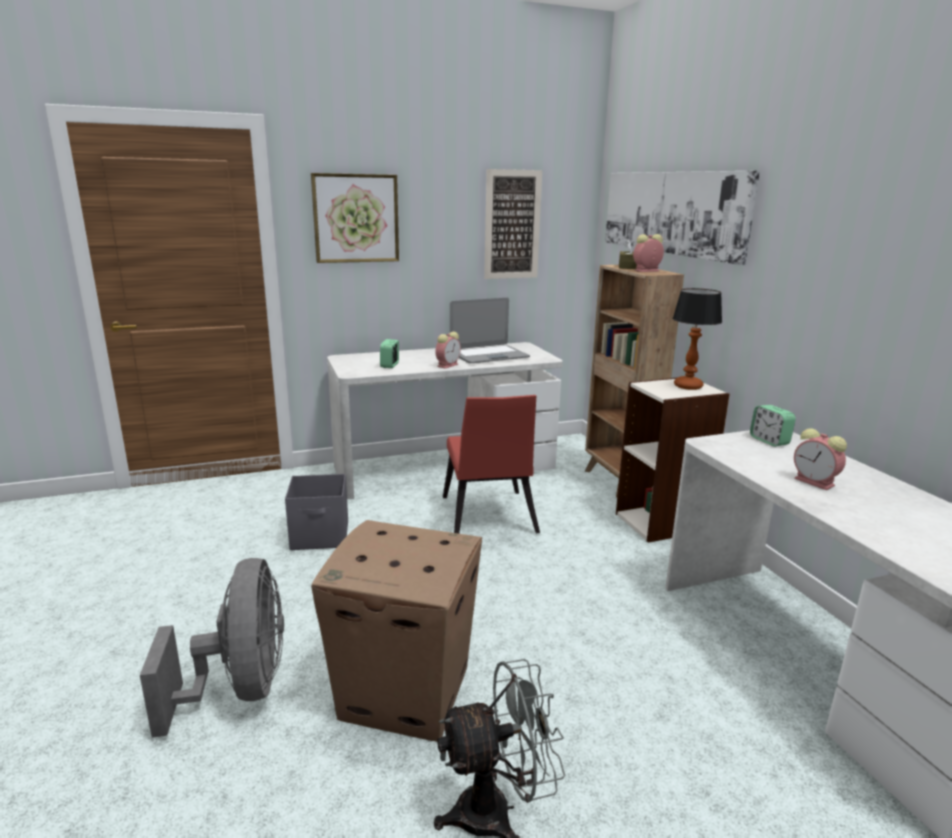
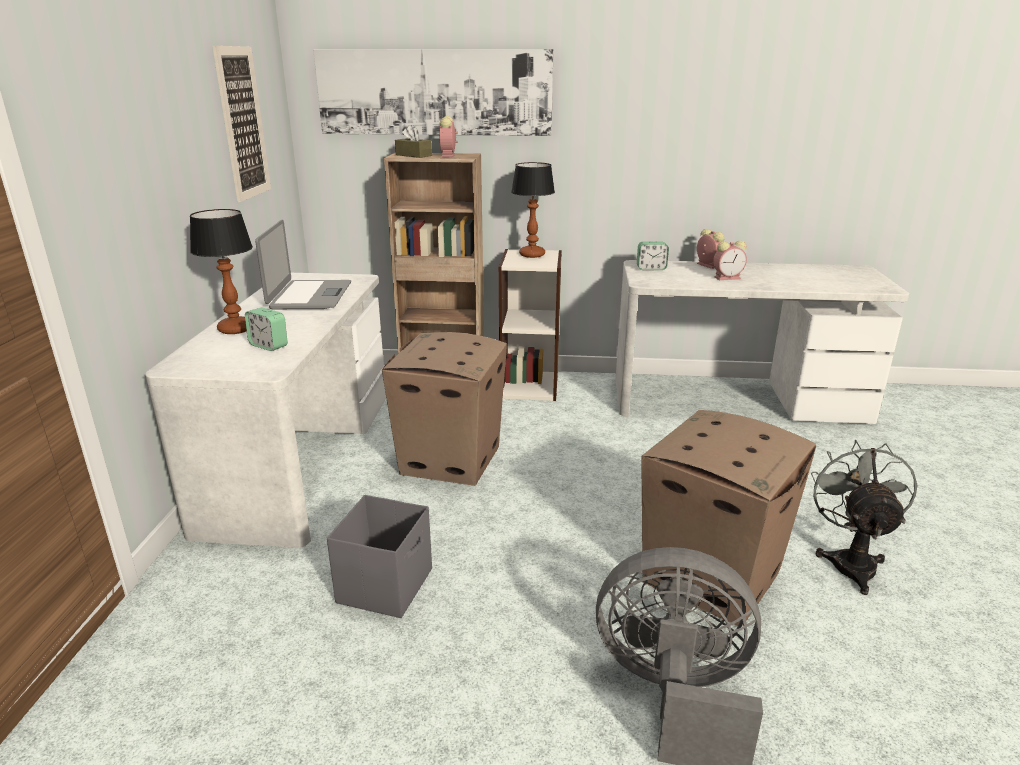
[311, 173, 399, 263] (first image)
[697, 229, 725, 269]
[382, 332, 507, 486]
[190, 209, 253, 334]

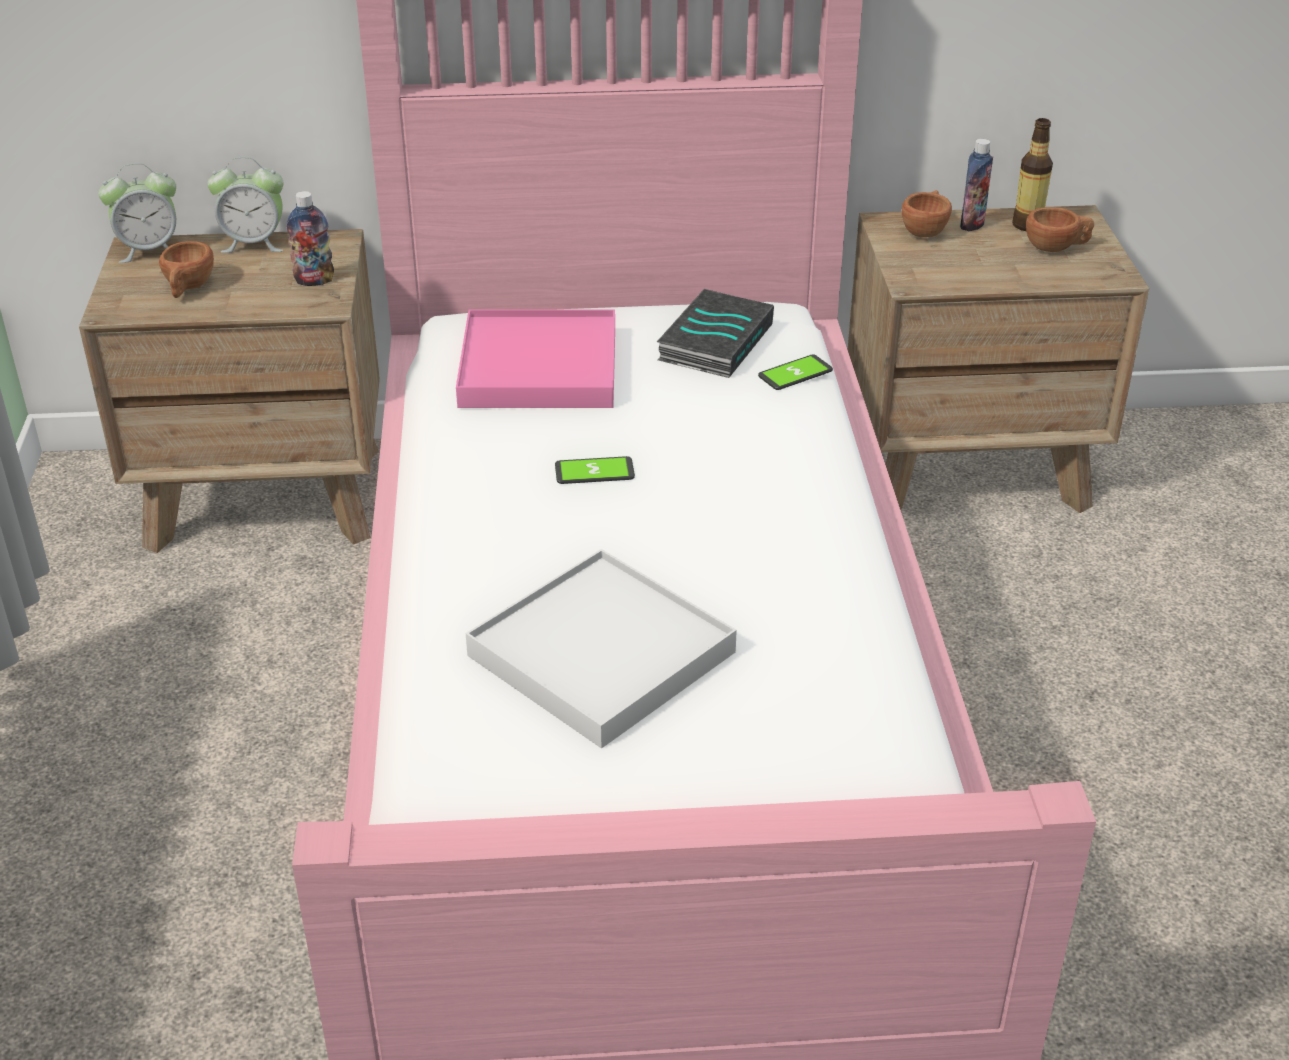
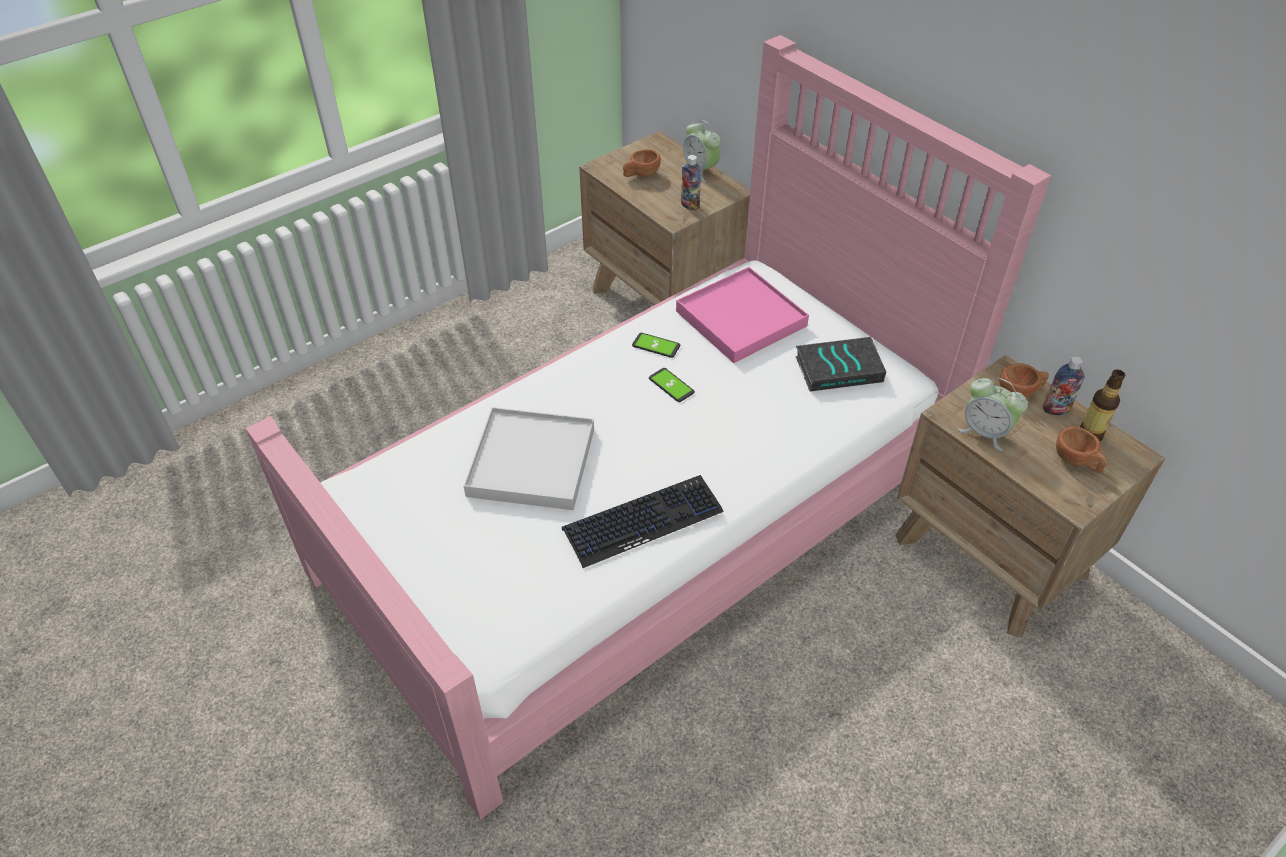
[958, 378, 1028, 451]
[632, 333, 680, 358]
[562, 475, 724, 568]

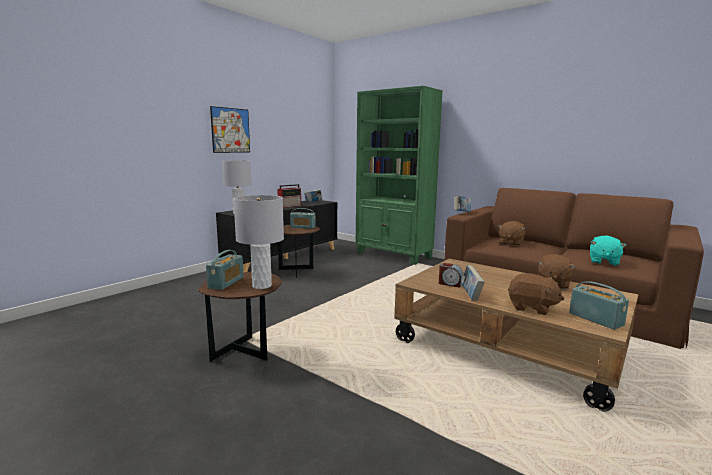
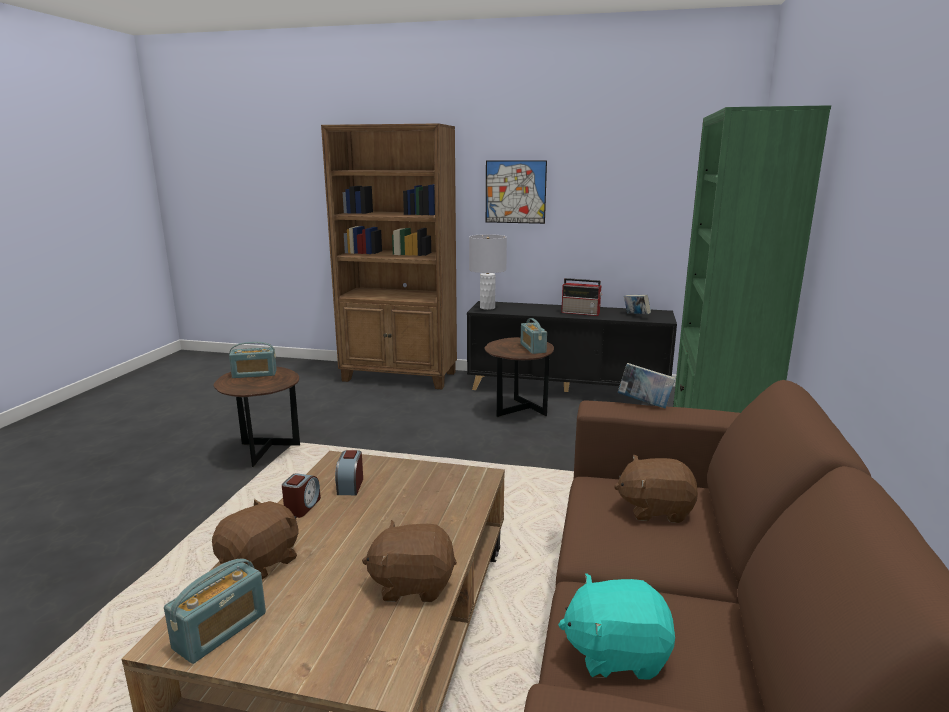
[233, 195, 284, 289] (first image)
[282, 473, 321, 518]
[212, 499, 299, 580]
[321, 123, 457, 389]

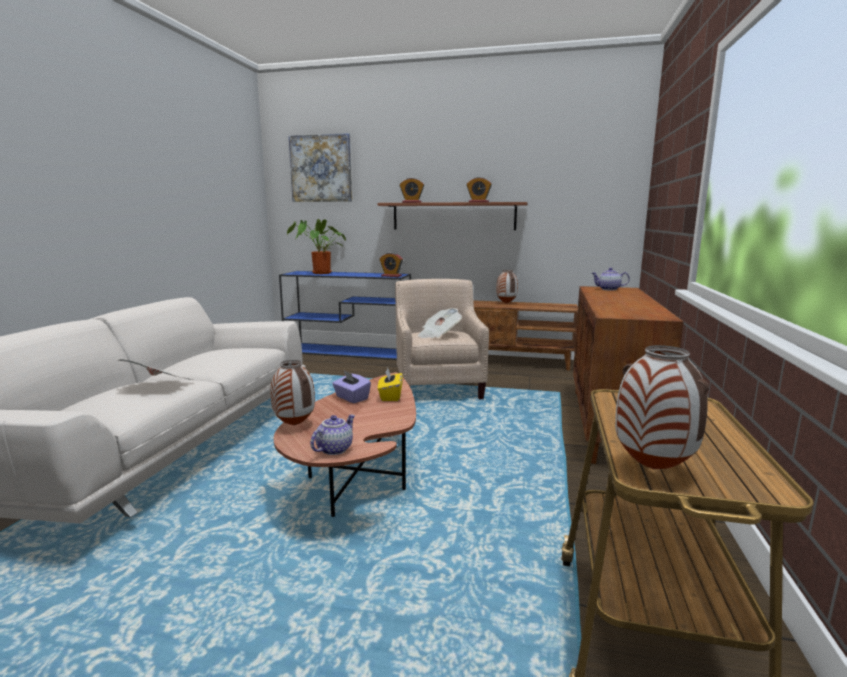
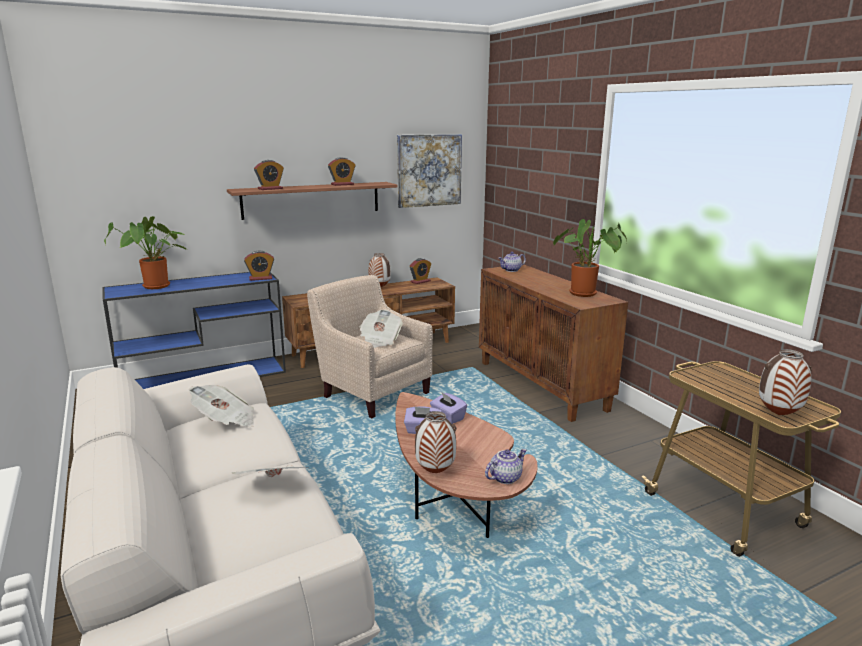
[397, 134, 462, 208]
[485, 449, 527, 484]
[430, 393, 467, 424]
[189, 385, 254, 427]
[410, 258, 431, 284]
[553, 219, 627, 297]

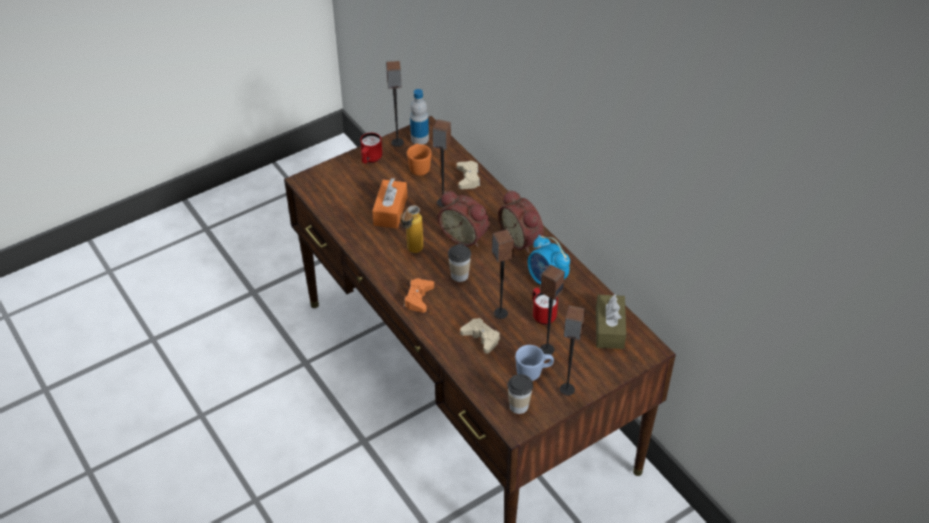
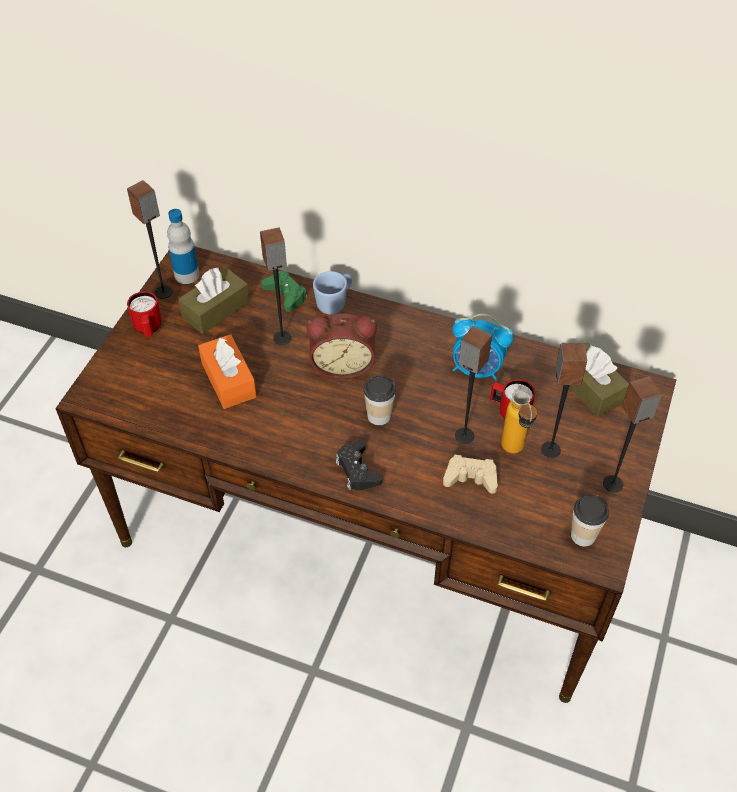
[501, 391, 537, 453]
[336, 440, 382, 491]
[178, 267, 250, 334]
[261, 271, 307, 312]
[498, 190, 544, 253] (first image)
[313, 271, 352, 315]

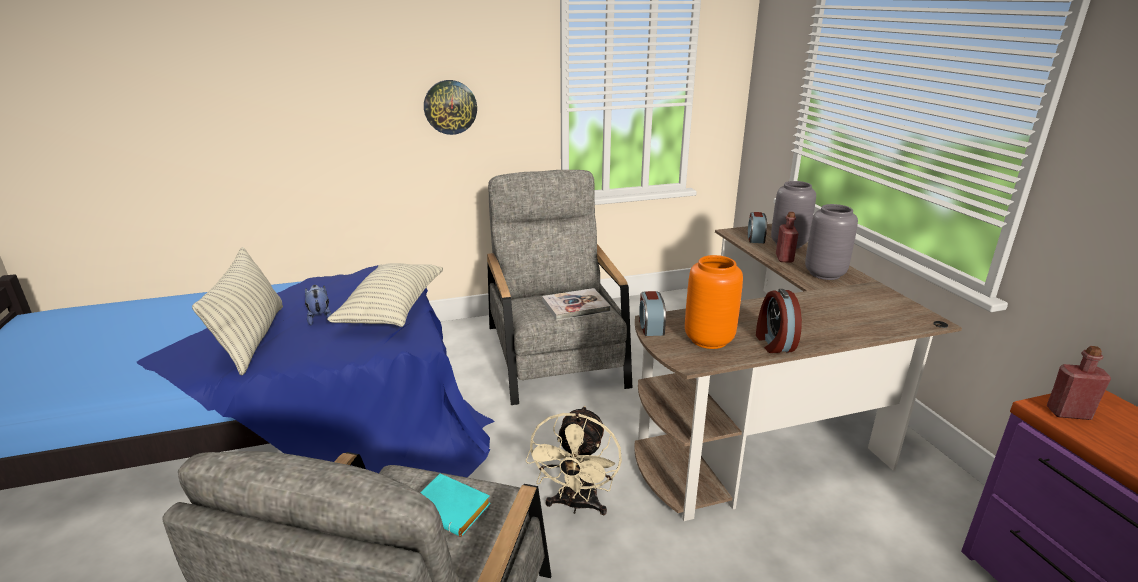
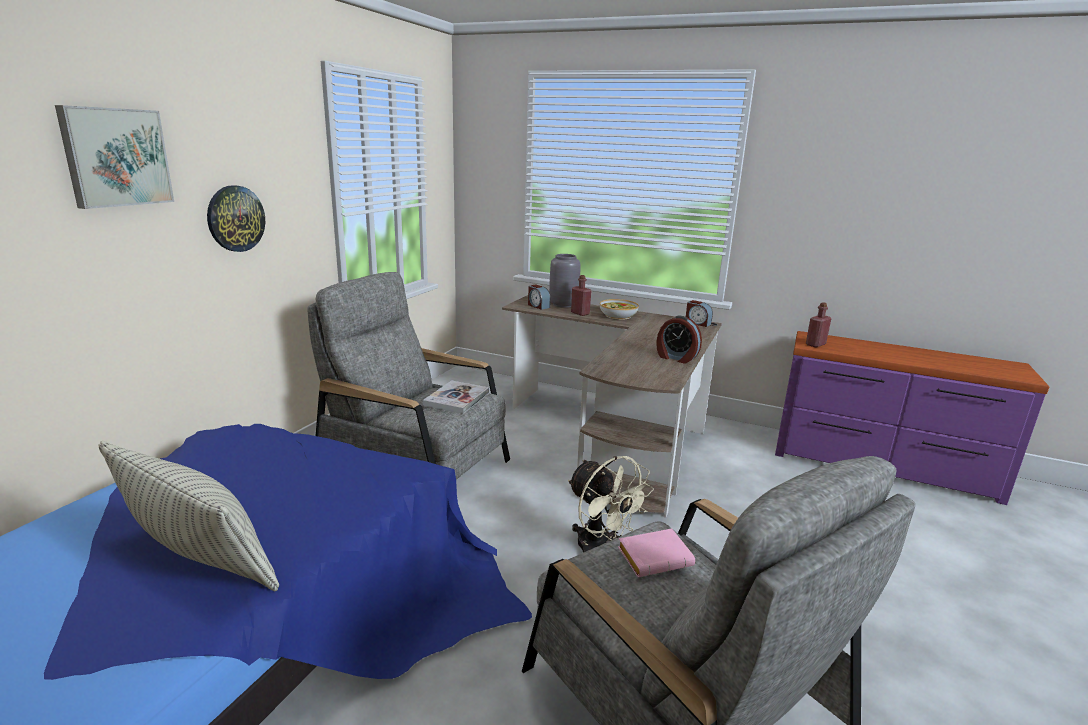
[305, 285, 332, 326] (first image)
[327, 263, 443, 327] (first image)
[618, 529, 695, 577]
[686, 300, 713, 327]
[685, 255, 743, 349] (first image)
[600, 299, 639, 320]
[55, 105, 174, 209]

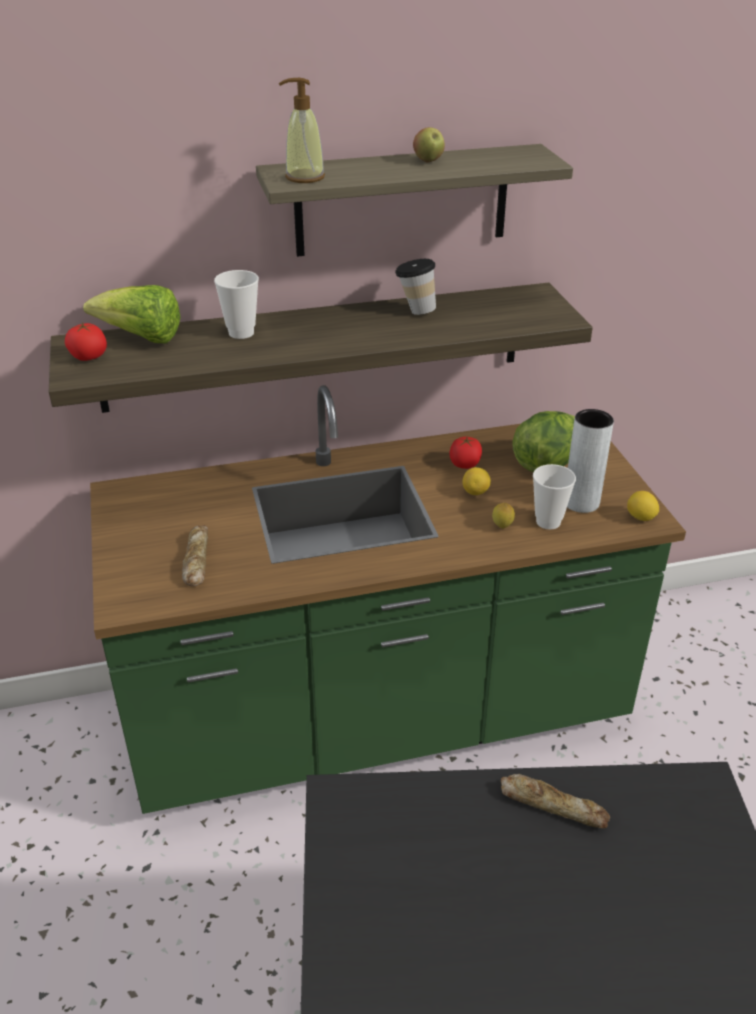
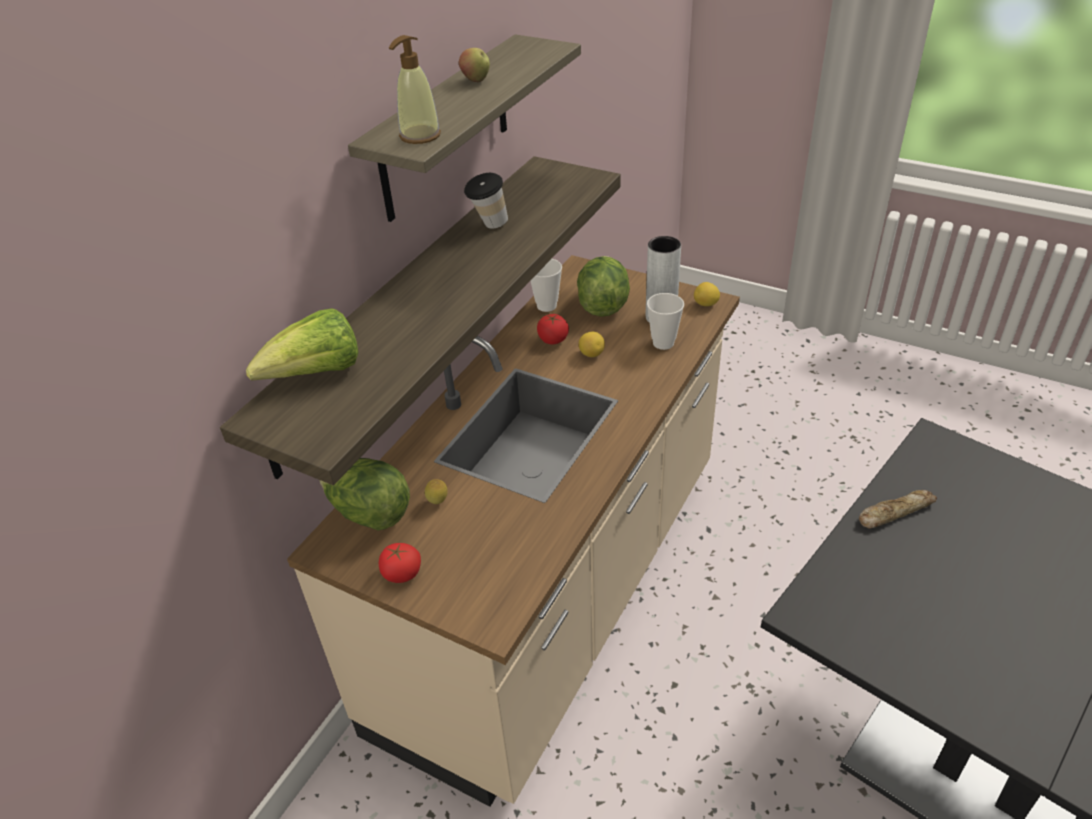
[379, 543, 421, 583]
[287, 255, 740, 807]
[182, 525, 208, 586] (first image)
[531, 259, 562, 312]
[425, 479, 448, 504]
[319, 458, 410, 531]

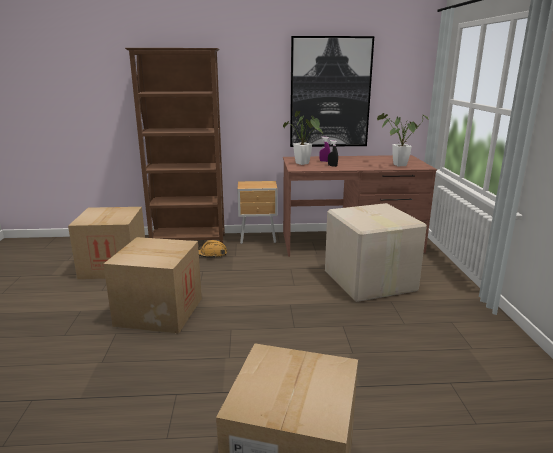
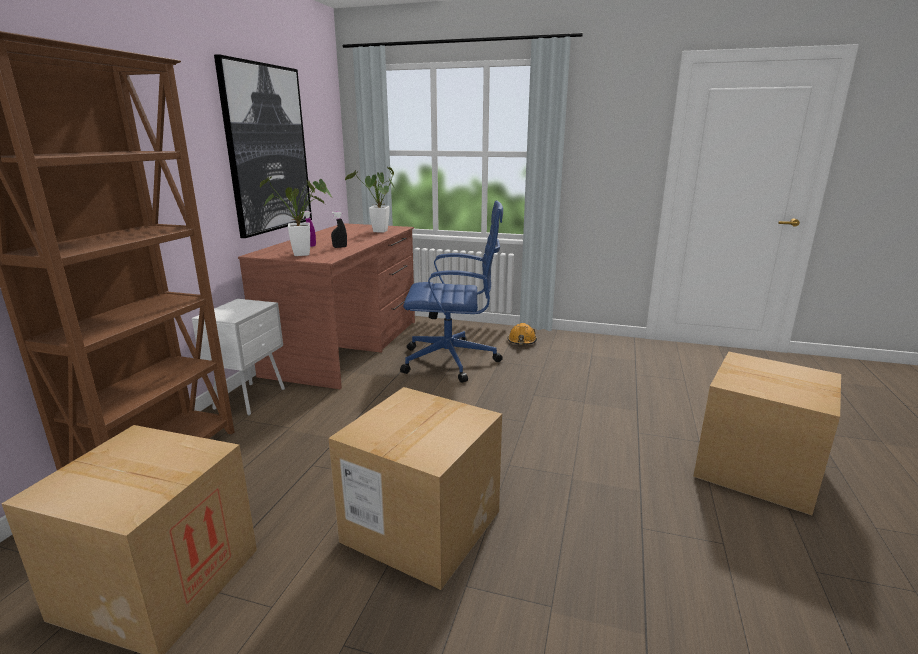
[508, 323, 537, 345]
[191, 299, 285, 416]
[400, 200, 503, 383]

